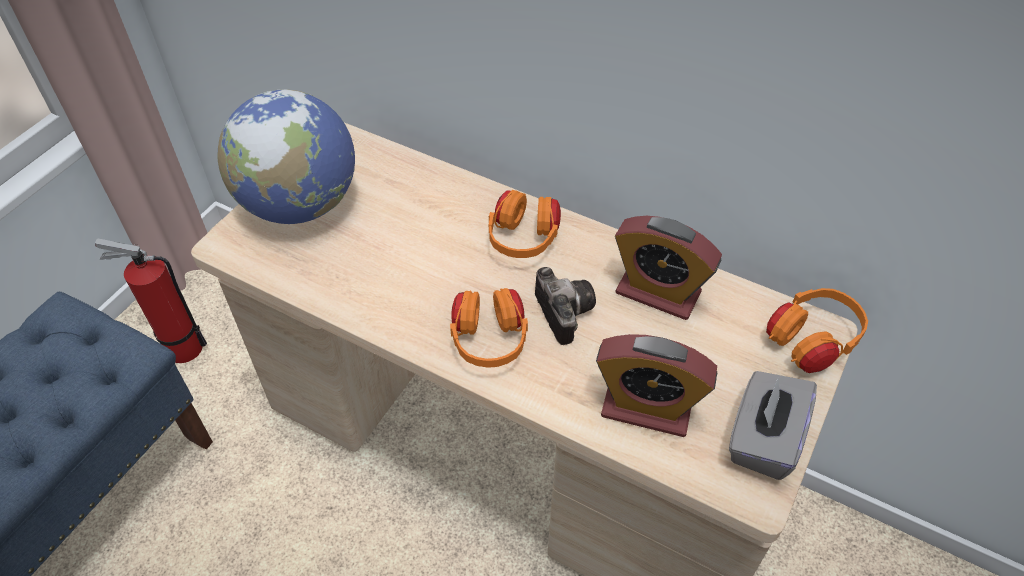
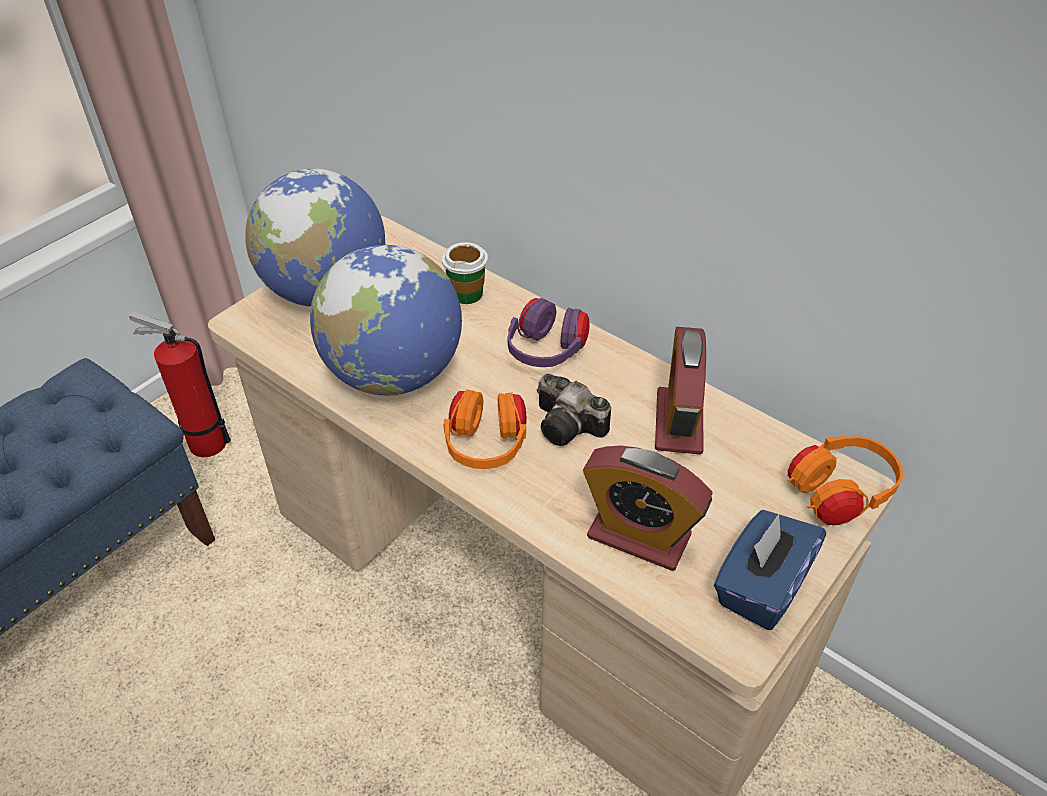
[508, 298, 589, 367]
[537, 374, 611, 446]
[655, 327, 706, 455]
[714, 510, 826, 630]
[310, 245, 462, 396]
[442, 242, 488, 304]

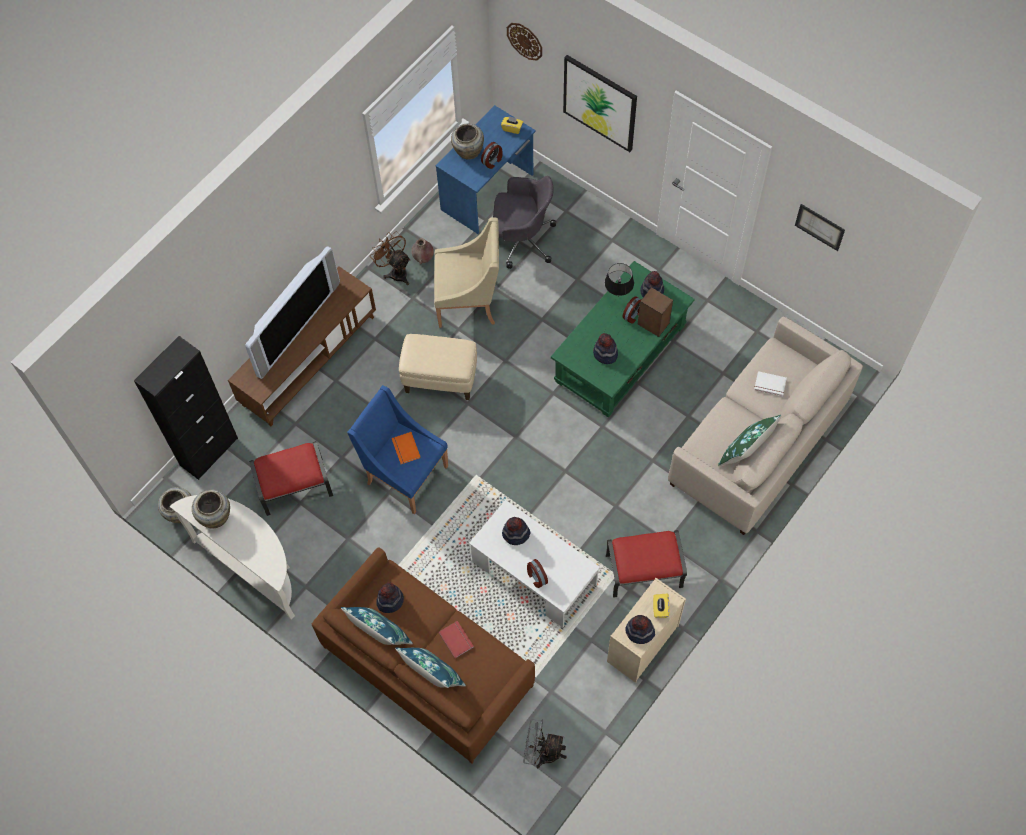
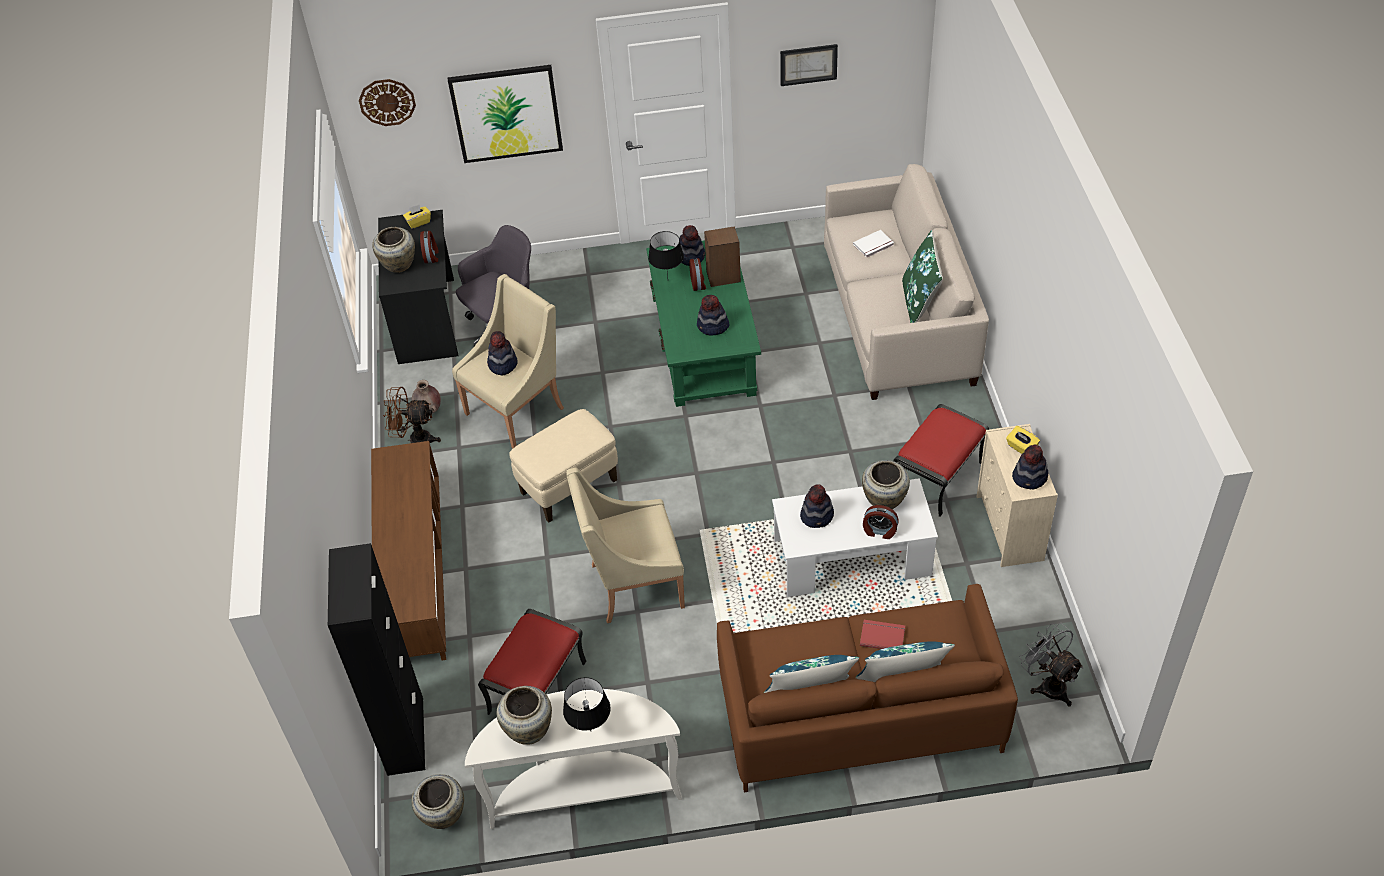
[245, 246, 340, 379] (first image)
[566, 467, 685, 623]
[487, 331, 518, 375]
[392, 432, 421, 464] (first image)
[378, 210, 458, 364]
[1020, 623, 1083, 706]
[563, 677, 611, 731]
[862, 460, 910, 509]

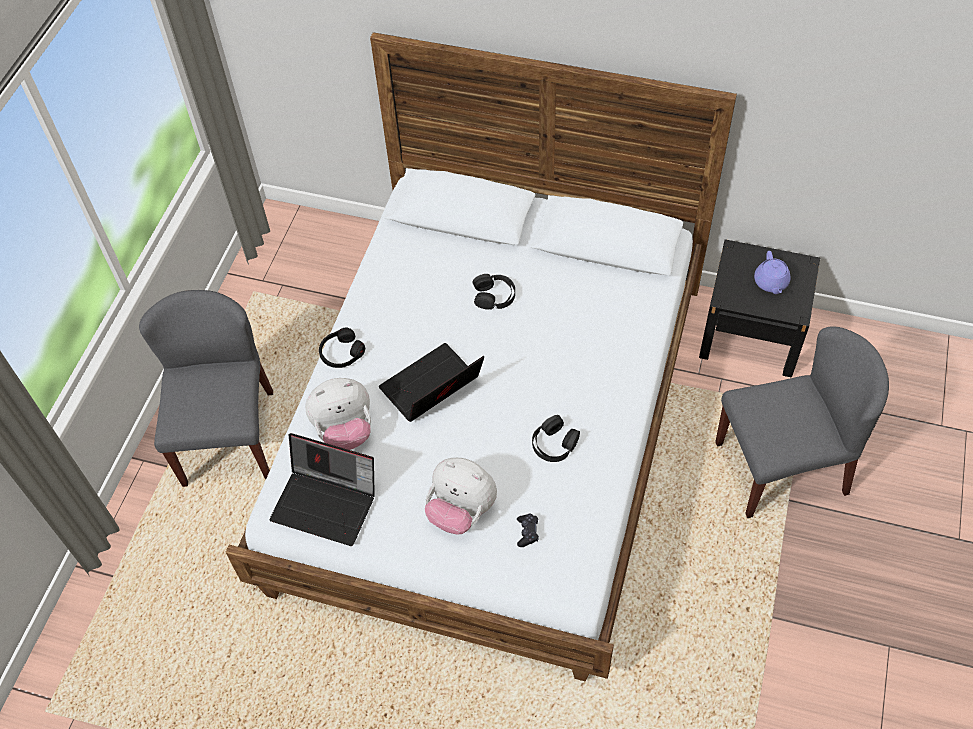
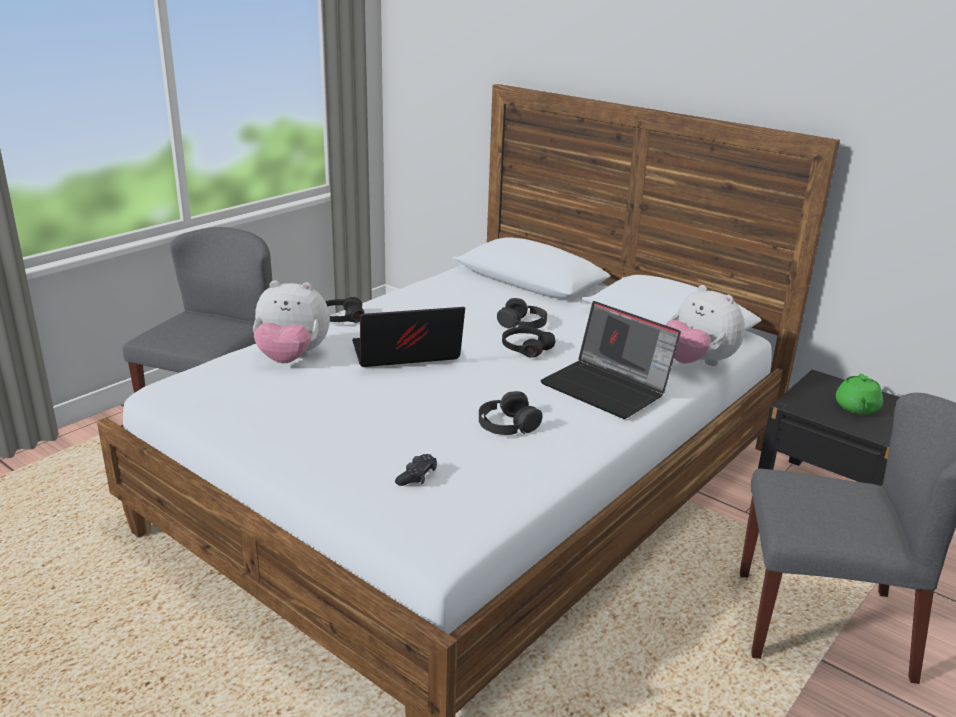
[540, 301, 681, 419]
[665, 285, 745, 366]
[836, 374, 883, 415]
[502, 327, 555, 358]

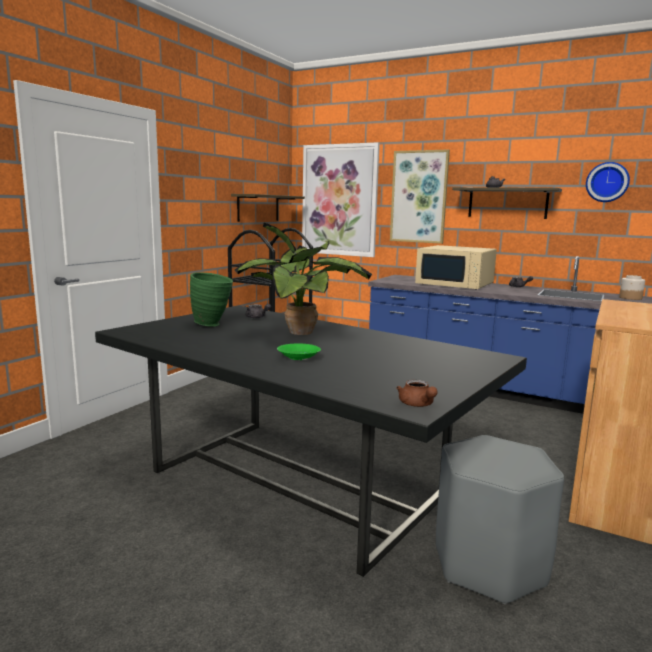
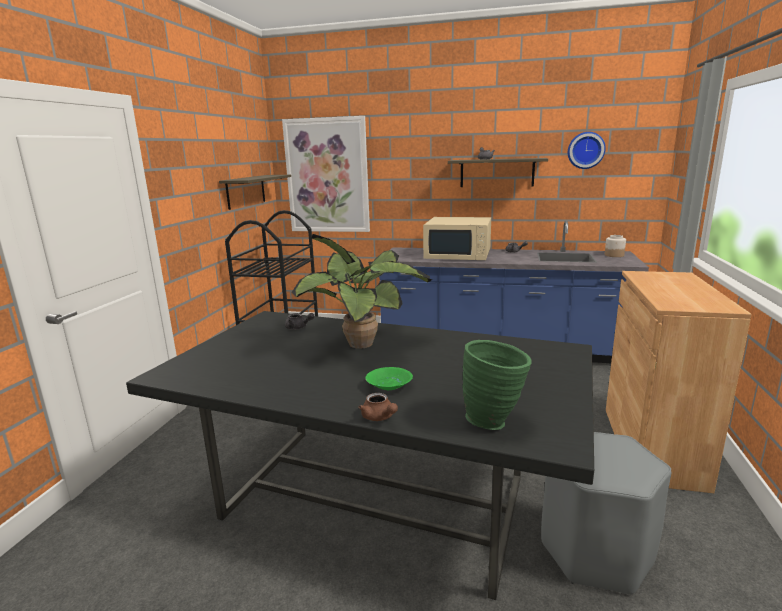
[462, 340, 532, 430]
[390, 149, 450, 244] (first image)
[358, 393, 398, 421]

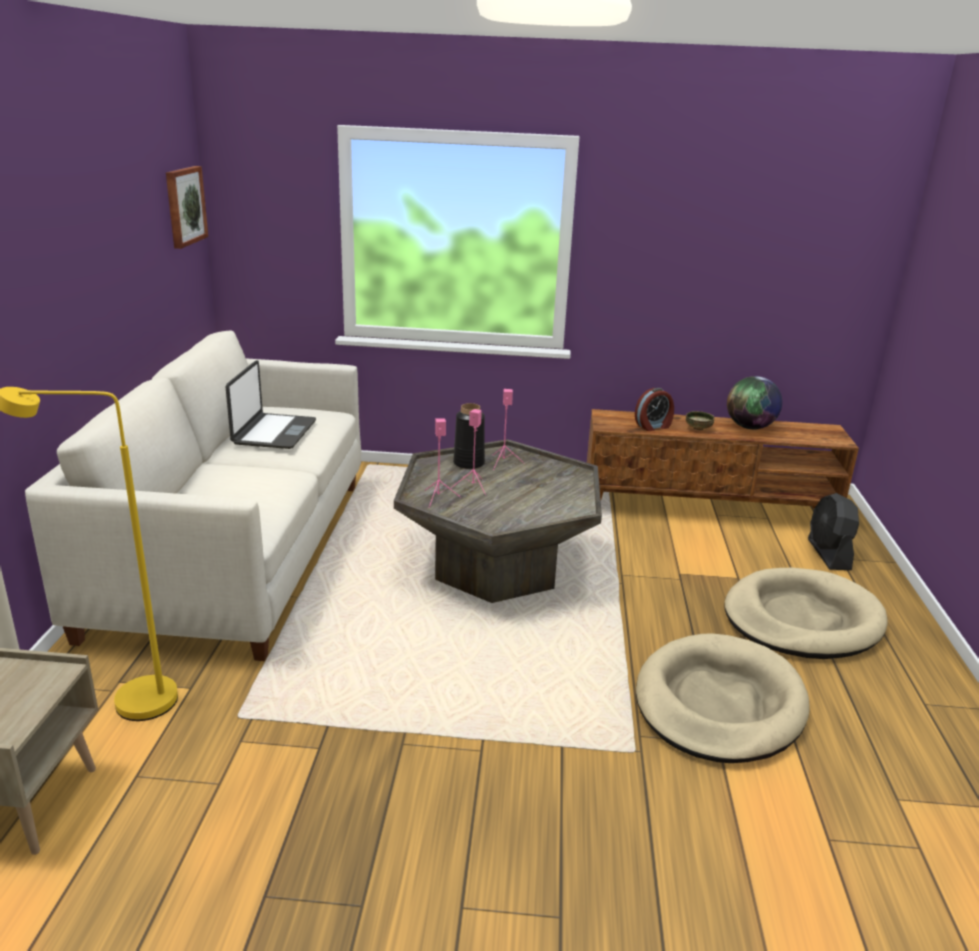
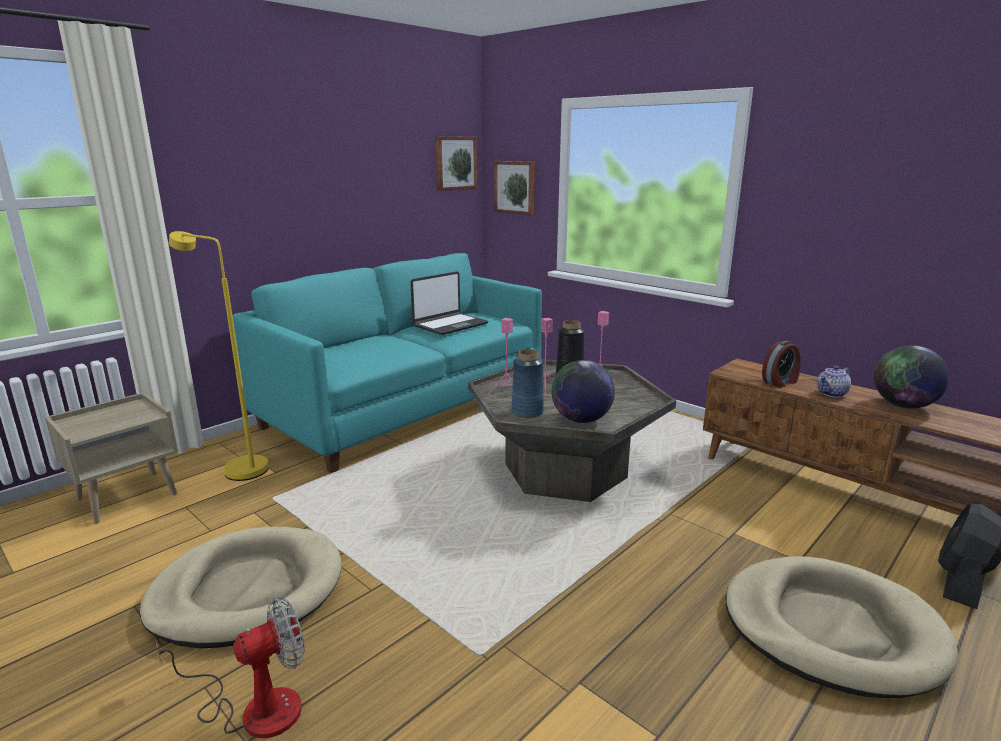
[233, 253, 542, 473]
[762, 341, 801, 388]
[140, 527, 342, 649]
[817, 366, 851, 397]
[155, 597, 305, 738]
[494, 161, 535, 215]
[511, 349, 544, 418]
[552, 360, 615, 423]

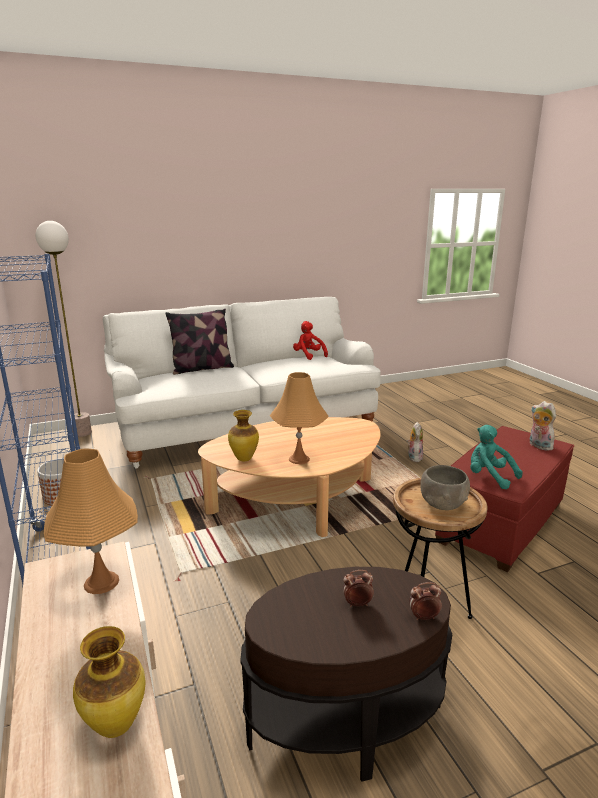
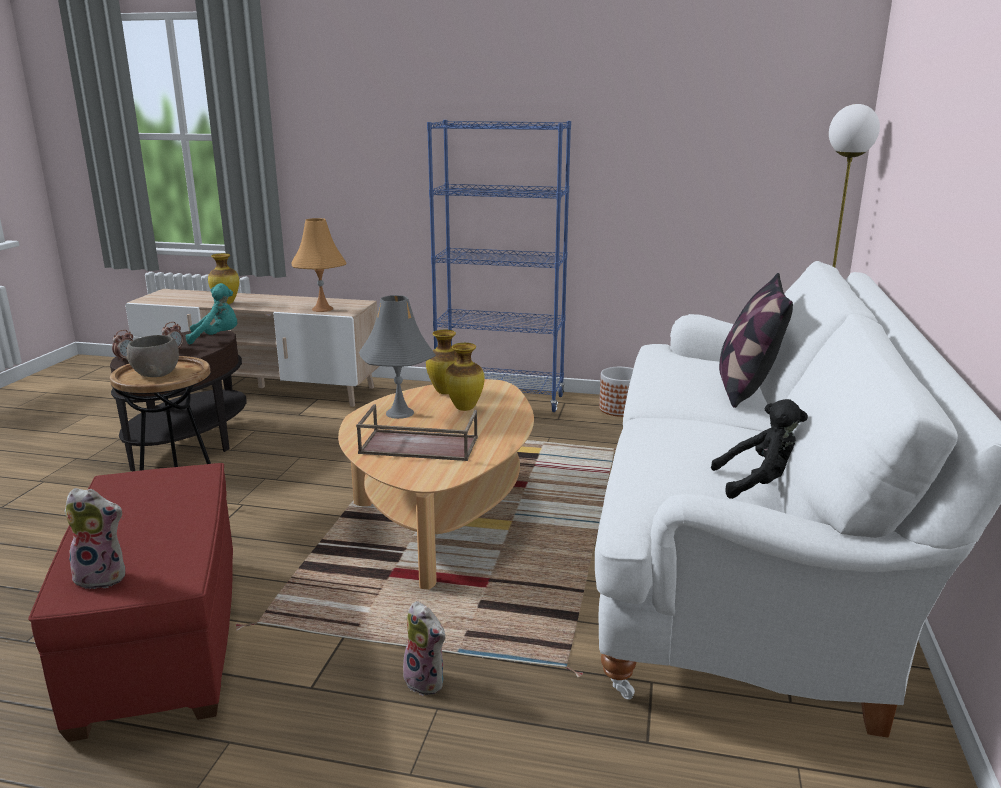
[359, 295, 436, 419]
[711, 399, 808, 499]
[186, 283, 237, 344]
[356, 404, 478, 461]
[444, 343, 485, 411]

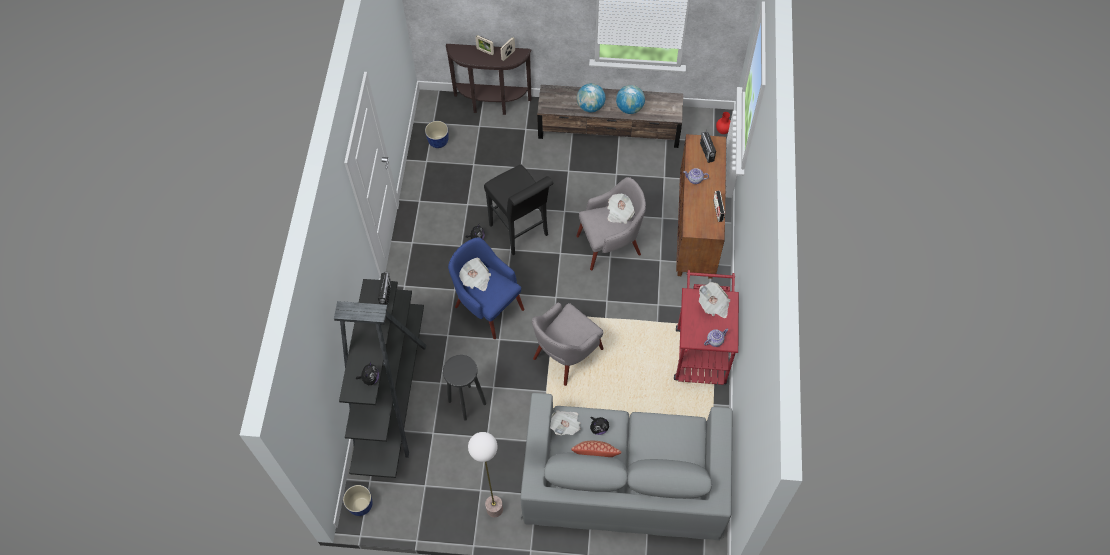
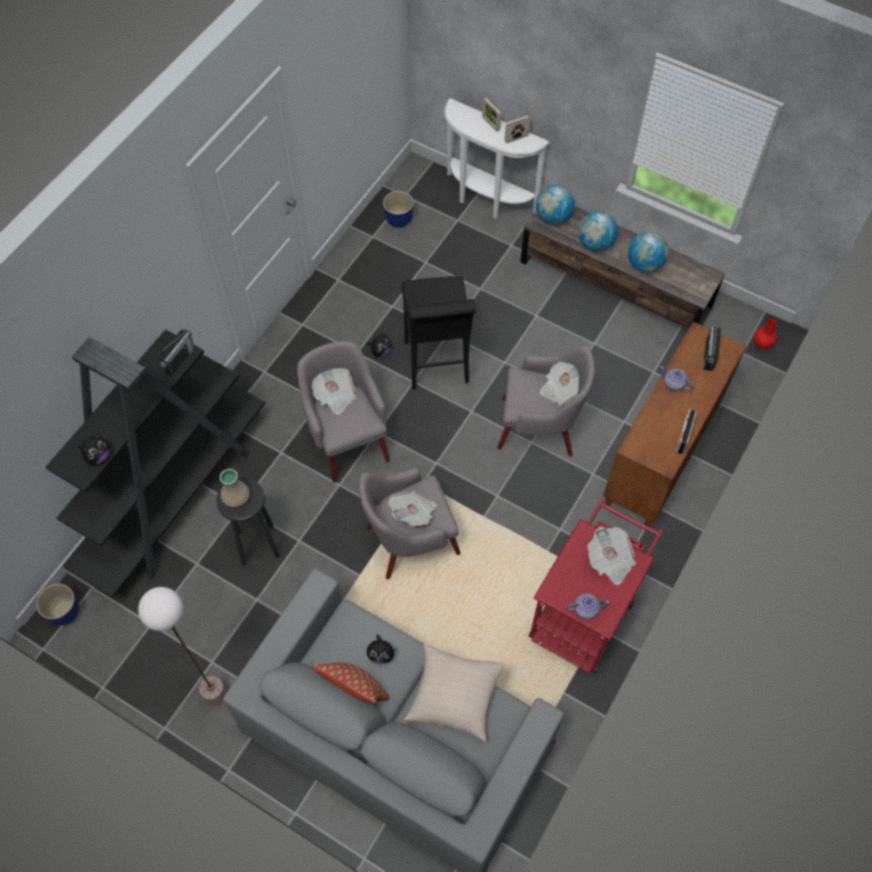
[444, 98, 549, 219]
[297, 341, 390, 482]
[388, 491, 437, 526]
[220, 469, 249, 508]
[404, 643, 505, 742]
[536, 185, 575, 225]

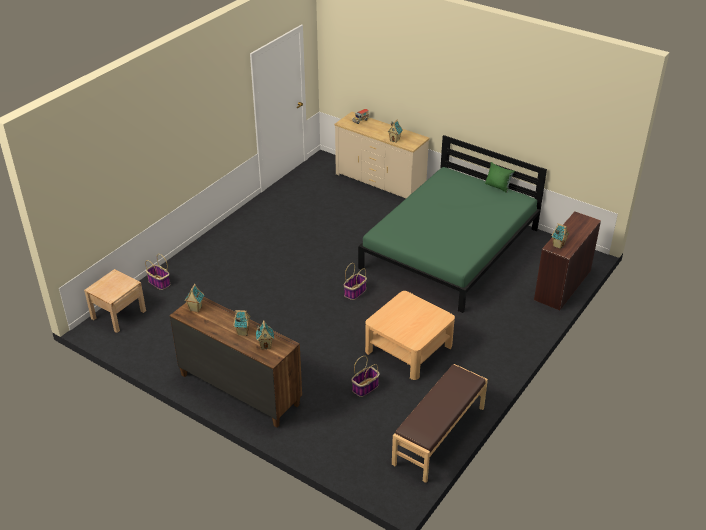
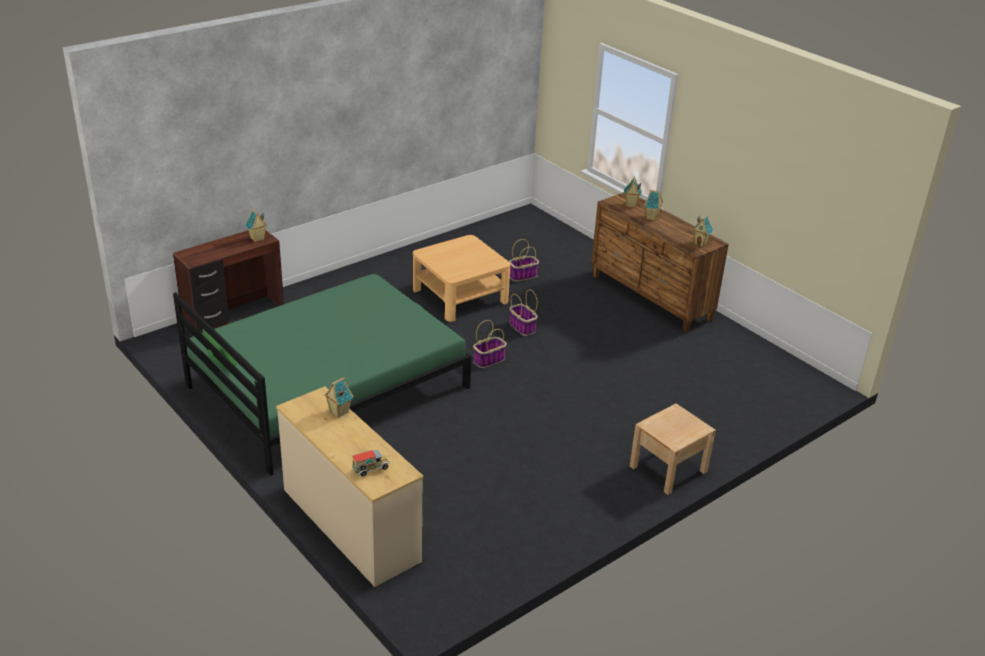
[630, 403, 716, 495]
[509, 289, 538, 336]
[392, 364, 488, 483] (first image)

